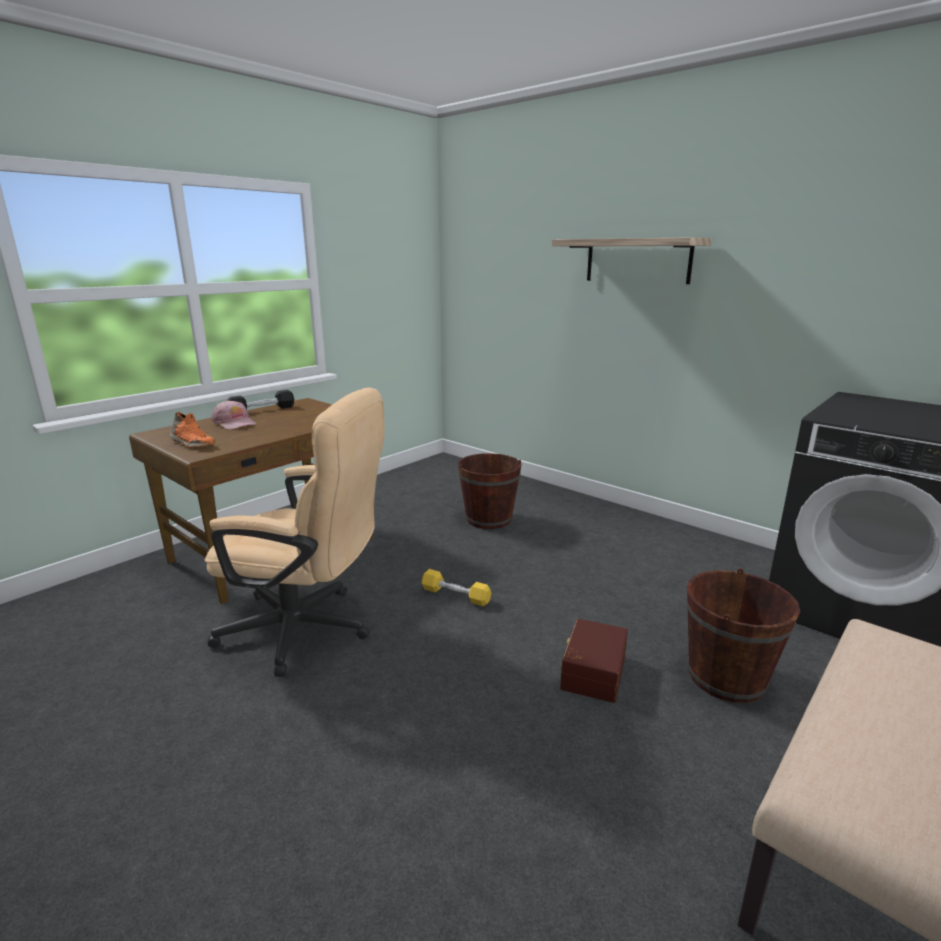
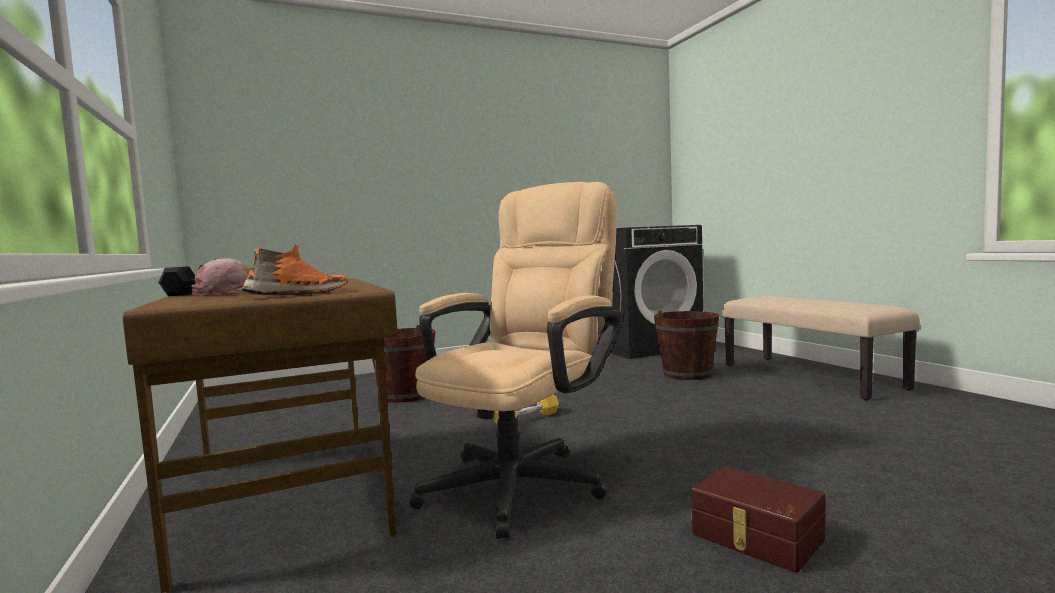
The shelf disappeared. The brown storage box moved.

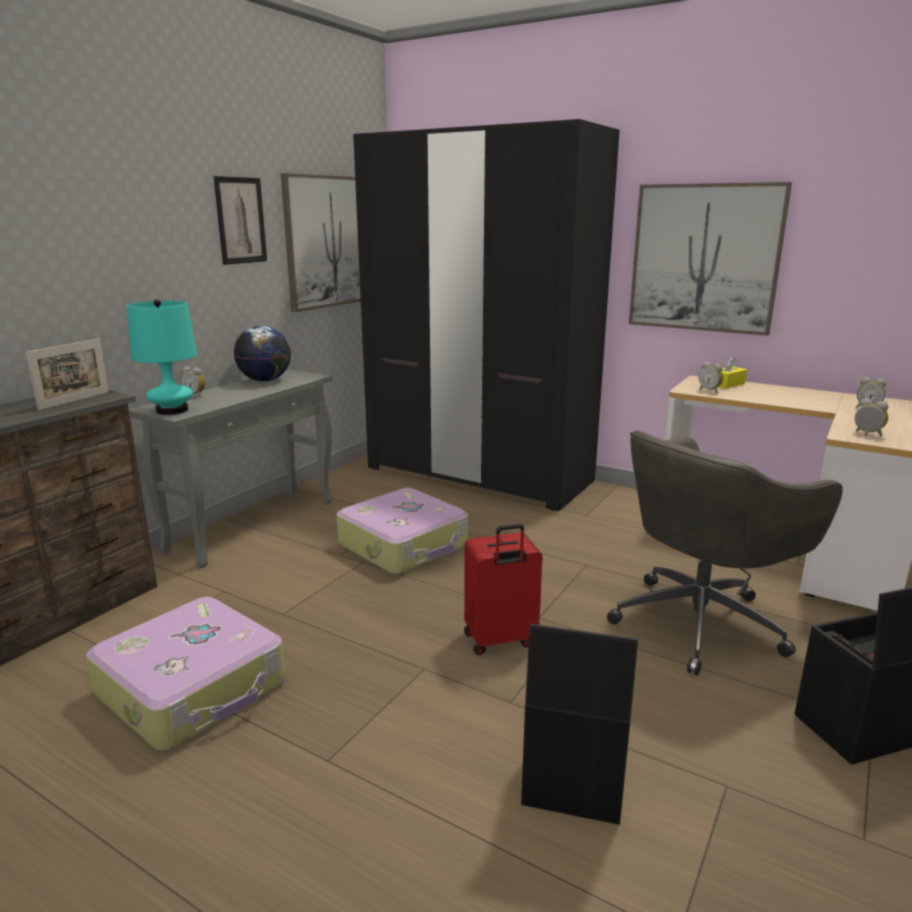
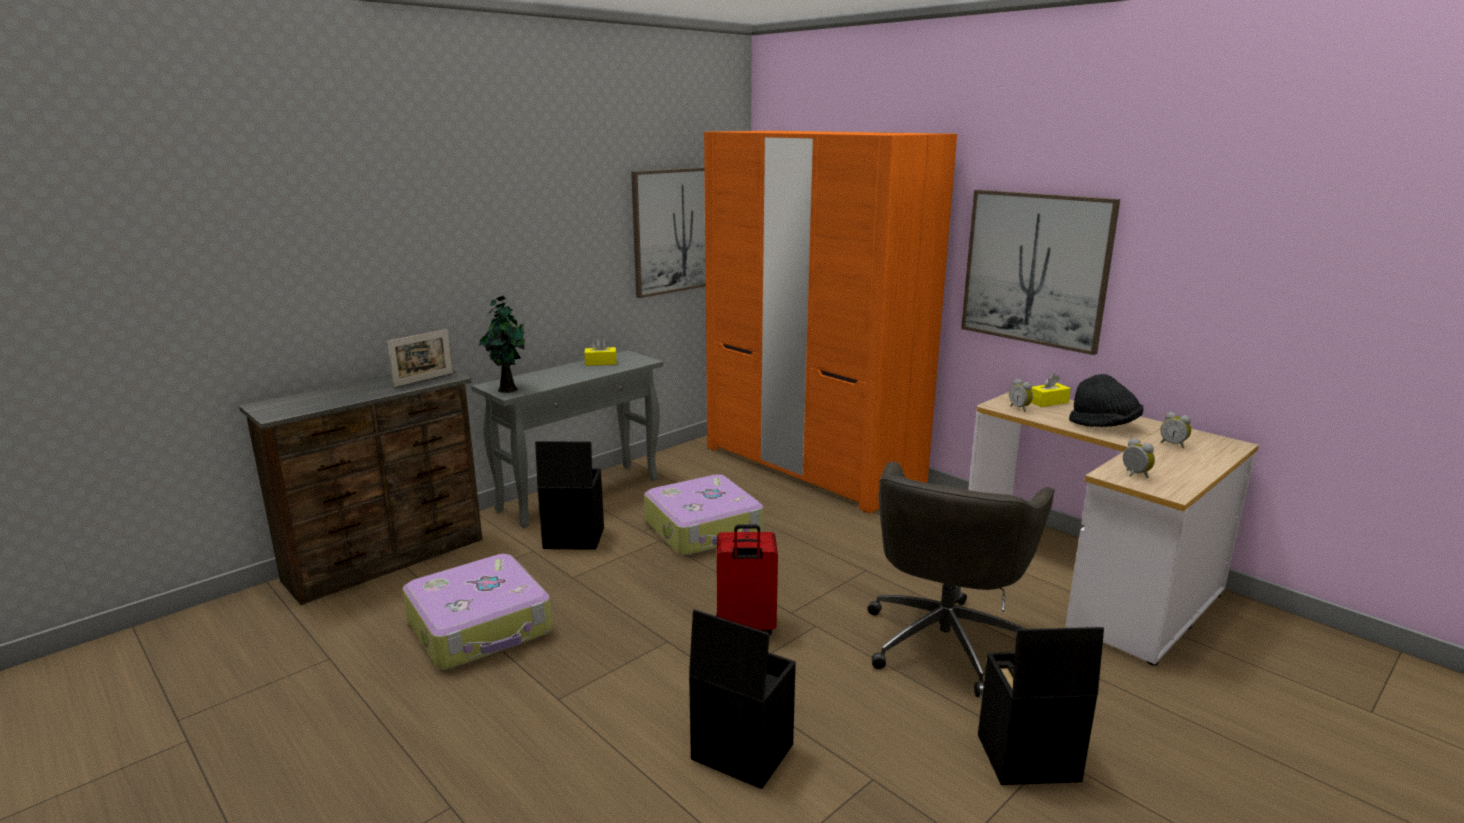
The black wardrobe became the orange wardrobe. The picture (no. 1 from left) disappeared. The turquoise table lamp was replaced by the potted plant. The globe was replaced by the yellow tissue box (no. 1 from left). The alarm clock (no. 1 from left) disappeared. The grey office chair turned 45 degrees counterclockwise. The black hat appeared. The black storage box (no. 1 from left) appeared.

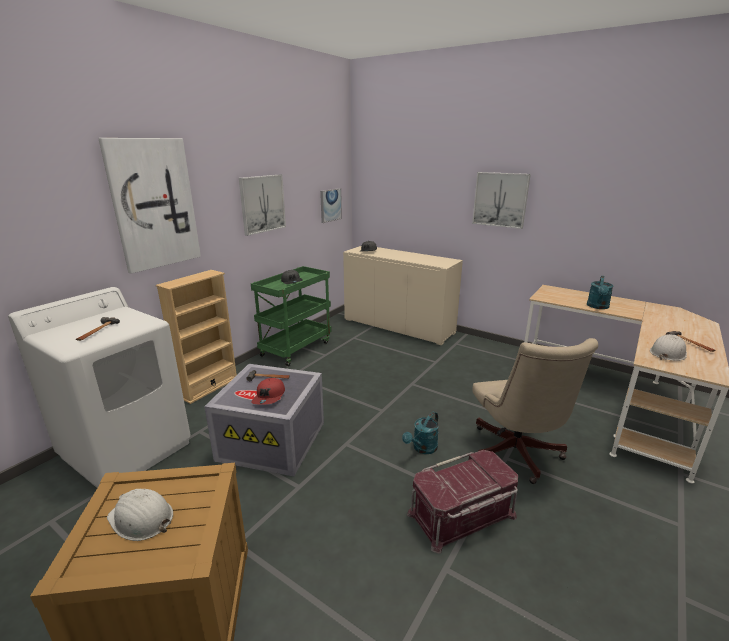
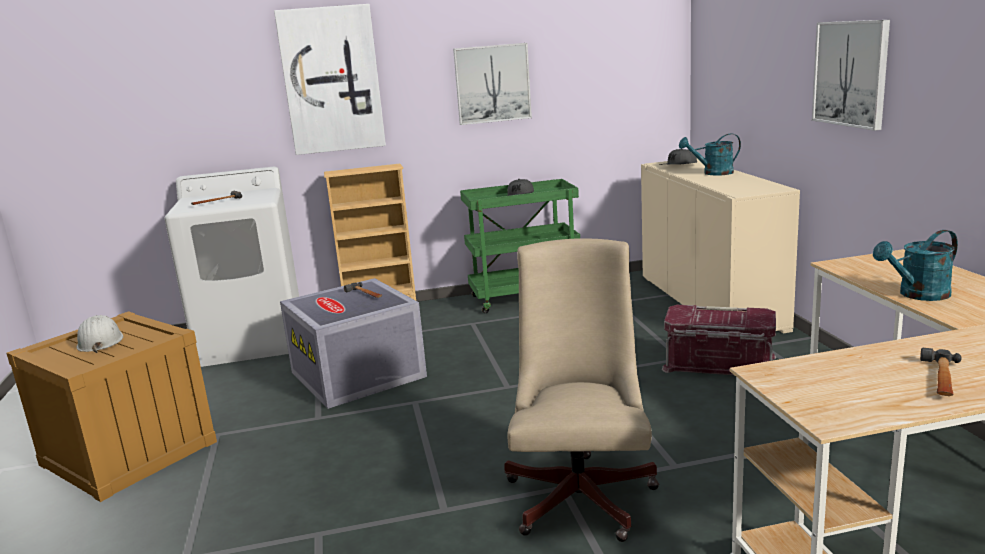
The picture (no. 3 from left) disappeared. The white hard hat (no. 2 from left) disappeared. The beige office chair turned 150 degrees clockwise. The red cap disappeared. The turquoise watering can (no. 1 from left) moved. The red storage box moved.

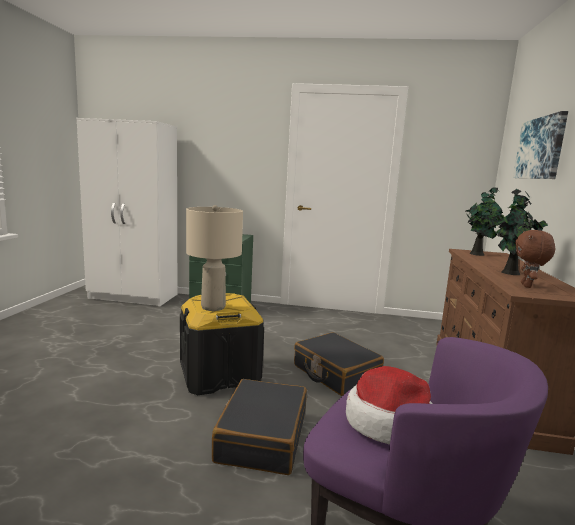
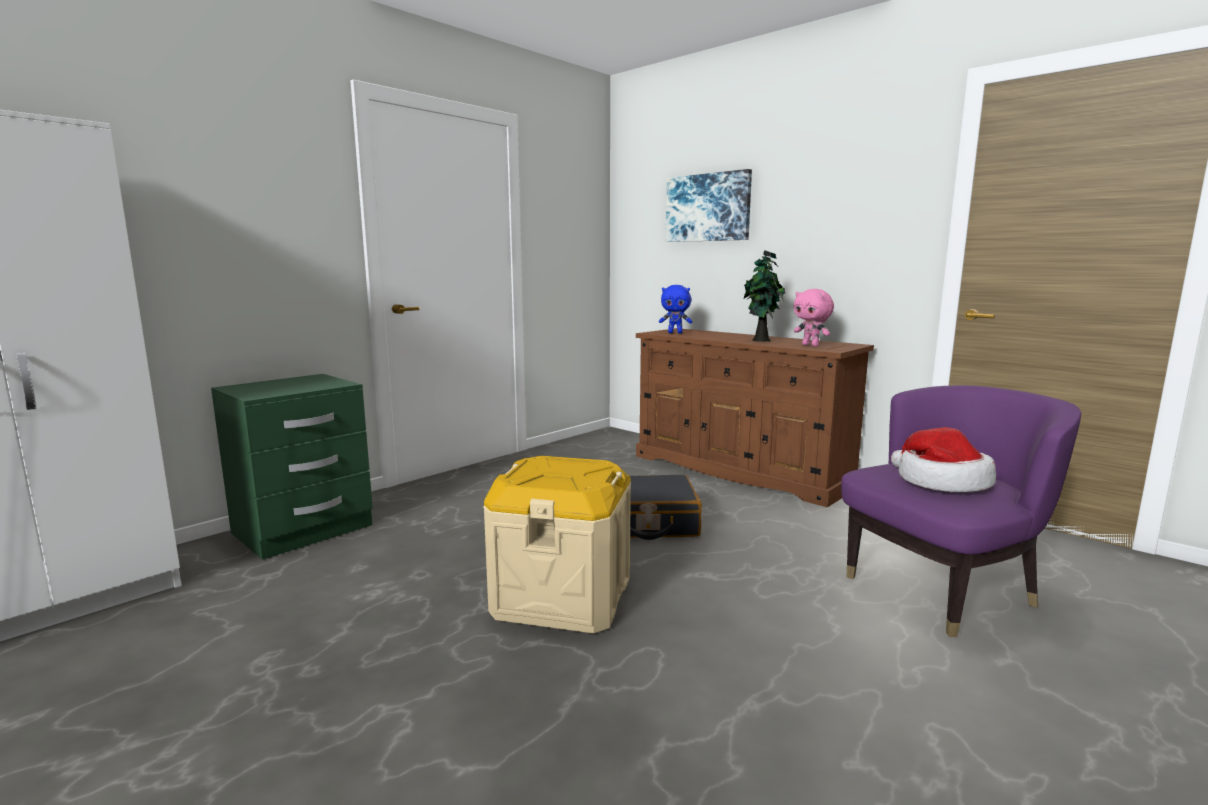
The potted plant (no. 1 from left) was replaced by the blue plush toy. The beige table lamp disappeared. The brown plush toy became the pink plush toy. The black storage box became the beige storage box. The black suitcase (no. 1 from left) disappeared.

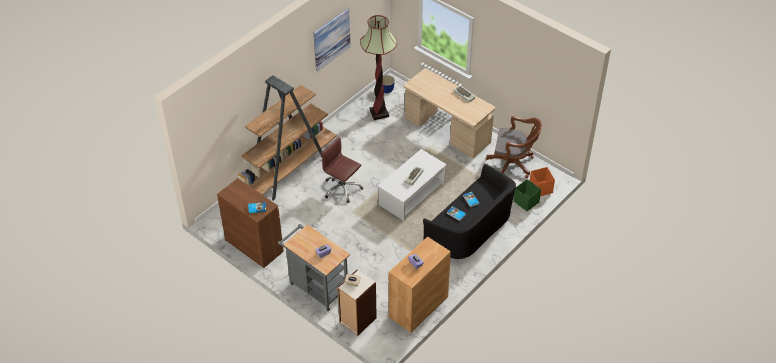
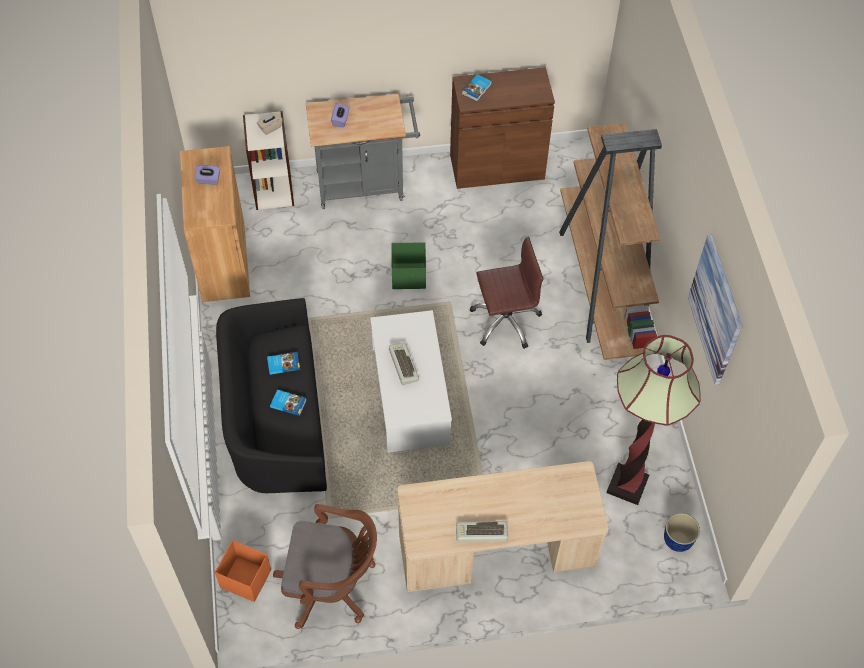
The brown office chair (no. 2 from left in the first image) turned 135 degrees counterclockwise. The green storage box moved.

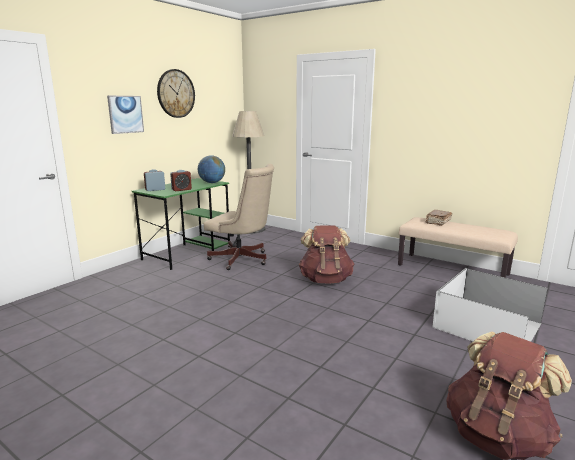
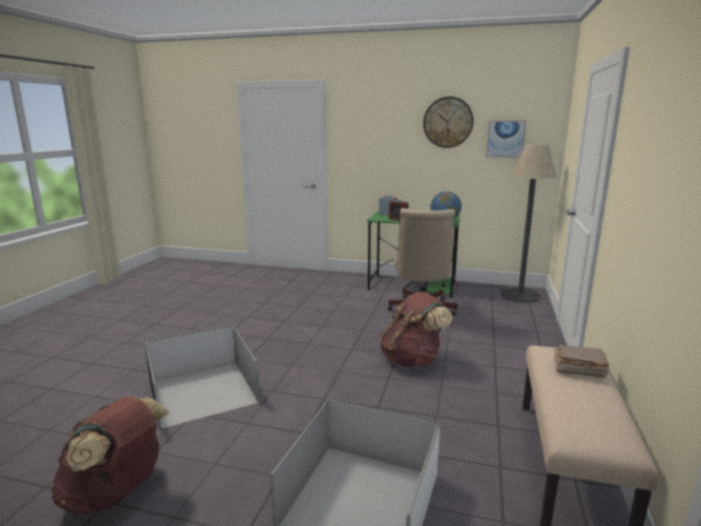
The picture moved. The black storage box appeared.

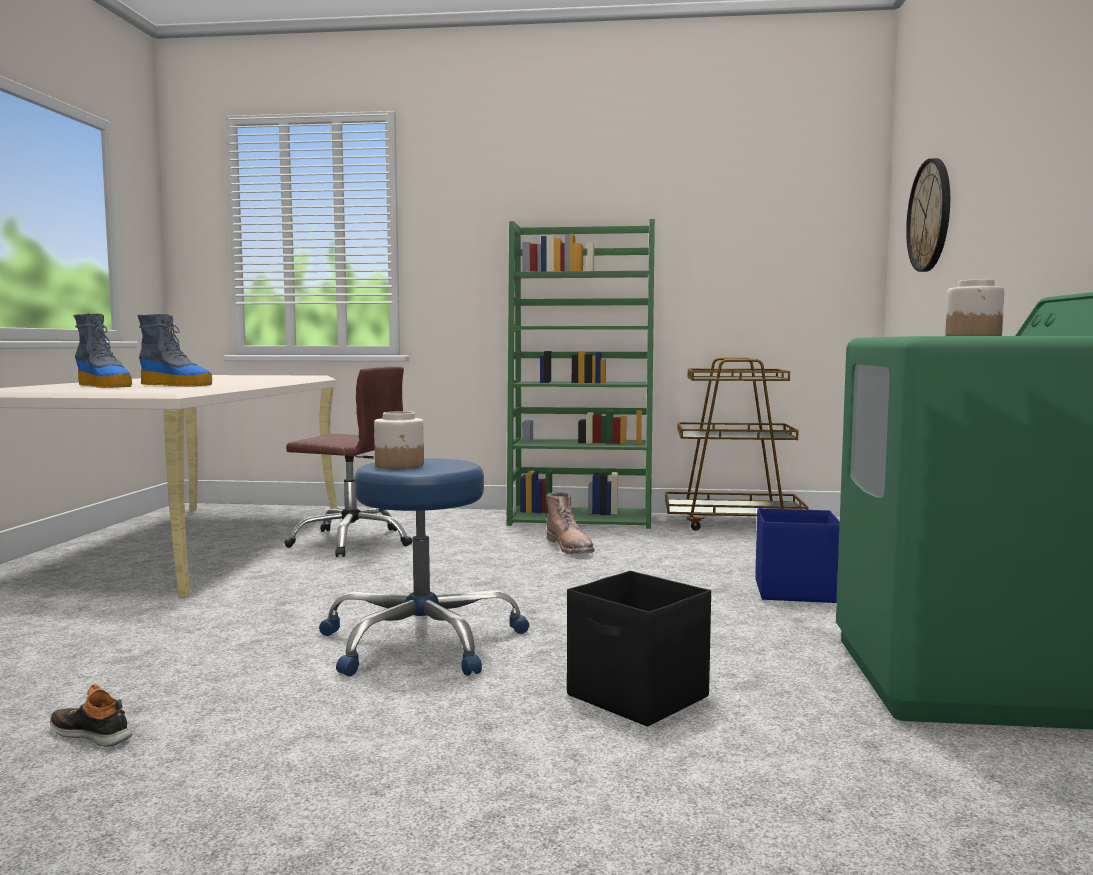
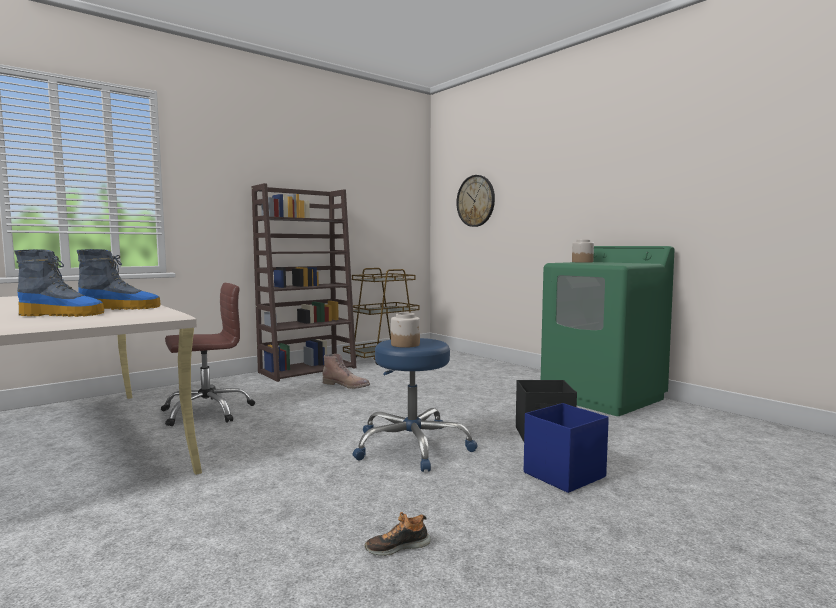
The green bookcase became the brown bookcase. The blue storage box moved.

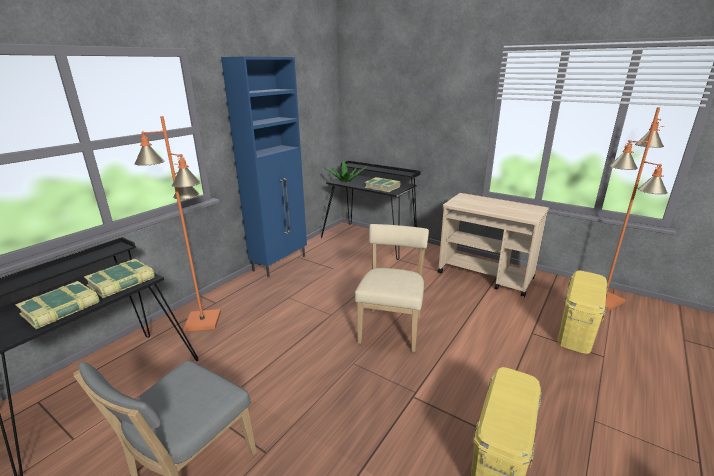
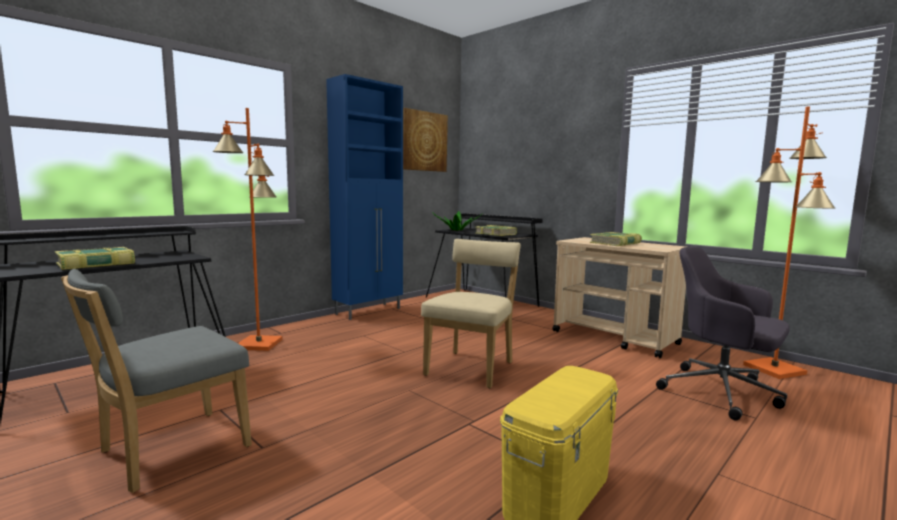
The book (no. 2 from left in the first image) moved. The yellow storage box (no. 2 from left) was replaced by the grey office chair. The picture appeared.

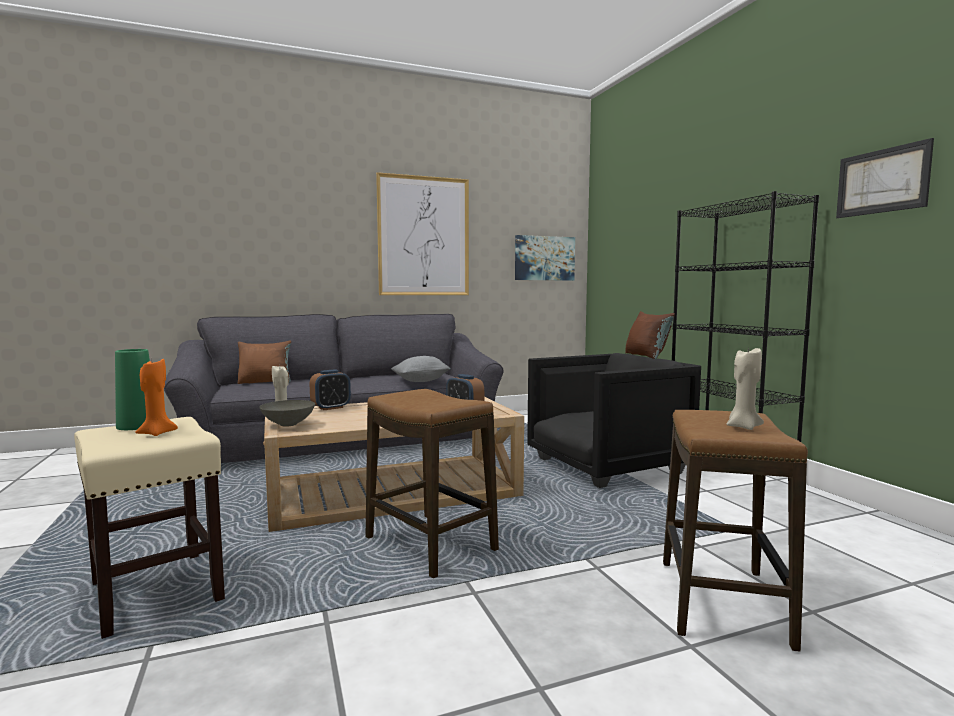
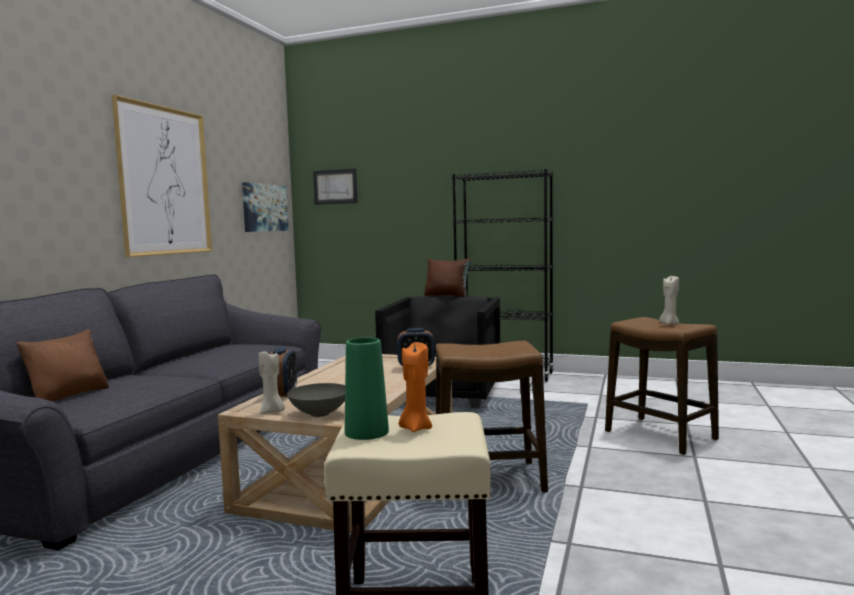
The picture (no. 3 from left) moved. The grey pillow disappeared.

